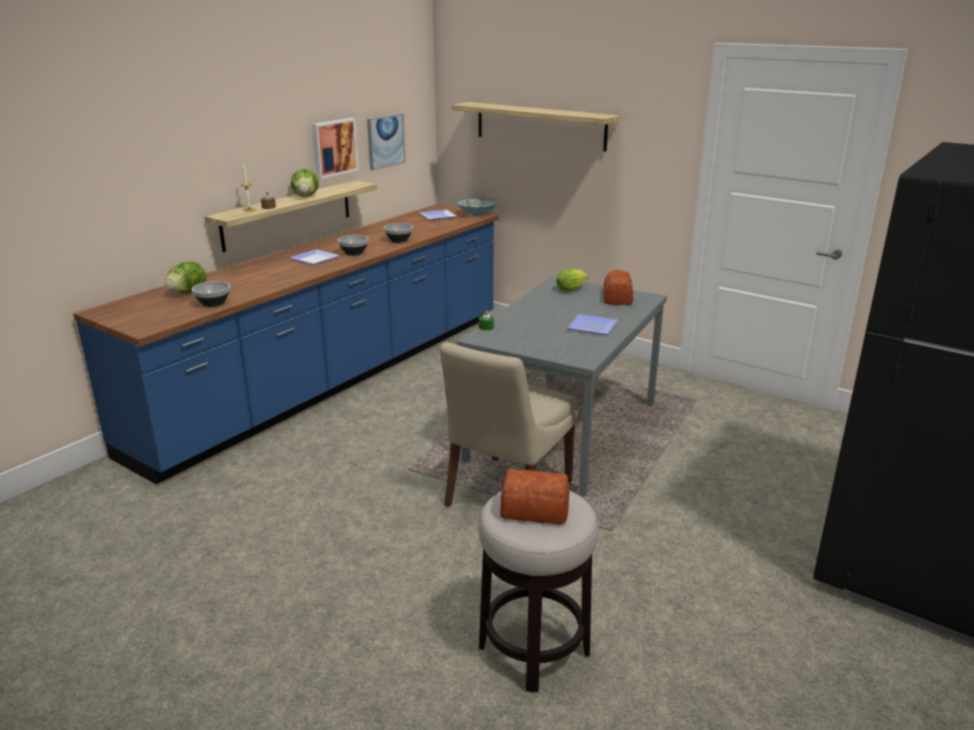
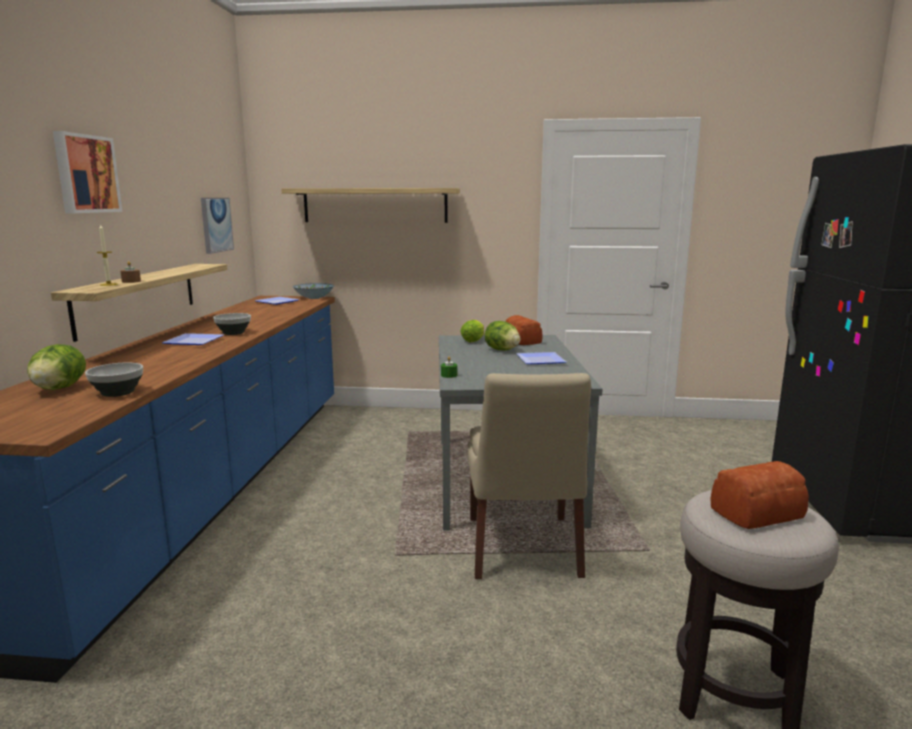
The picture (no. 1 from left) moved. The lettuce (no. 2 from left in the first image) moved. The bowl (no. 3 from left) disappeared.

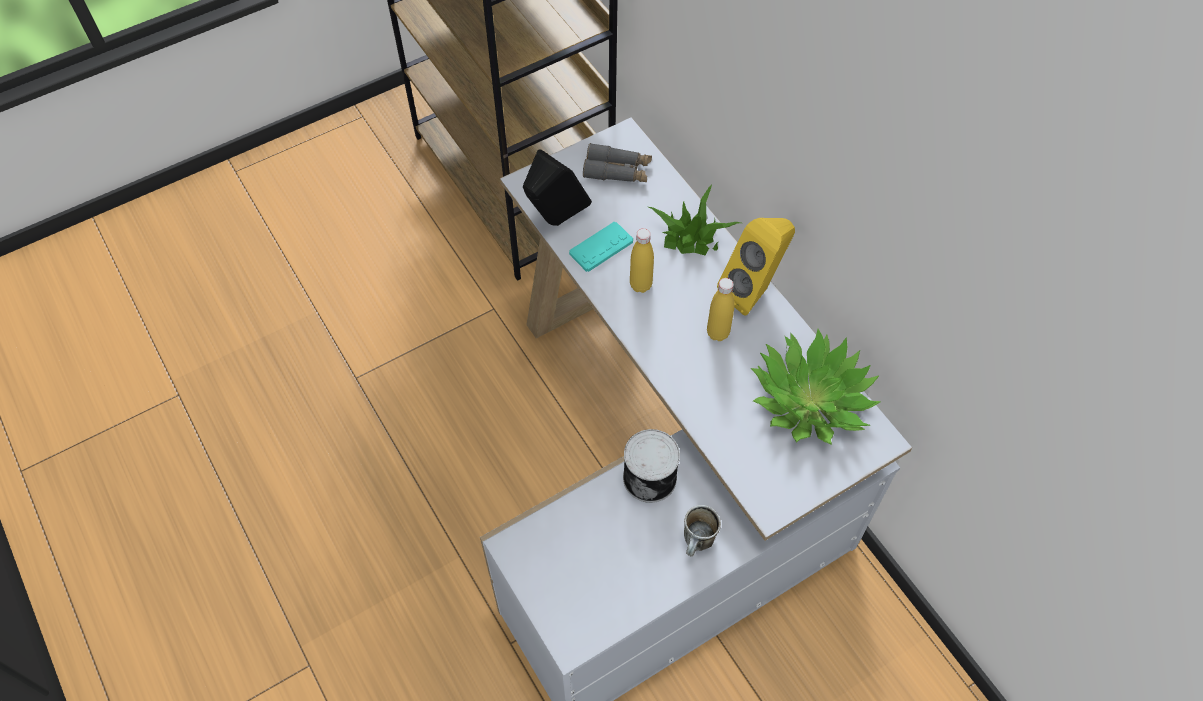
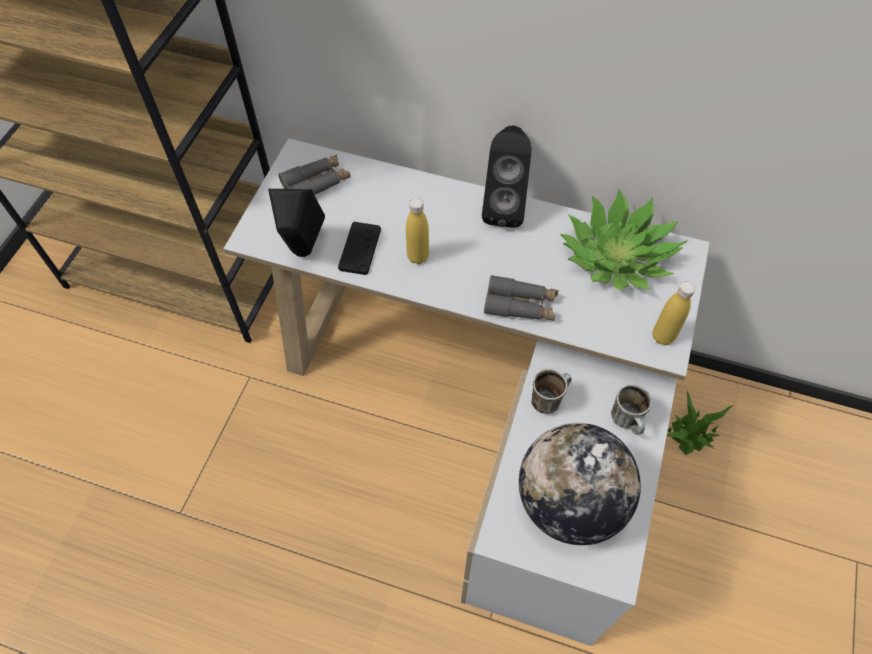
The potted plant (no. 1 from left in the first image) moved. The yellow speaker became the black speaker (no. 2 from left). The turquoise game controller became the black game controller. The yellow bottle (no. 2 from left) moved. The can was replaced by the mug (no. 1 from left). The grey binoculars (no. 2 from left) appeared. The globe appeared.

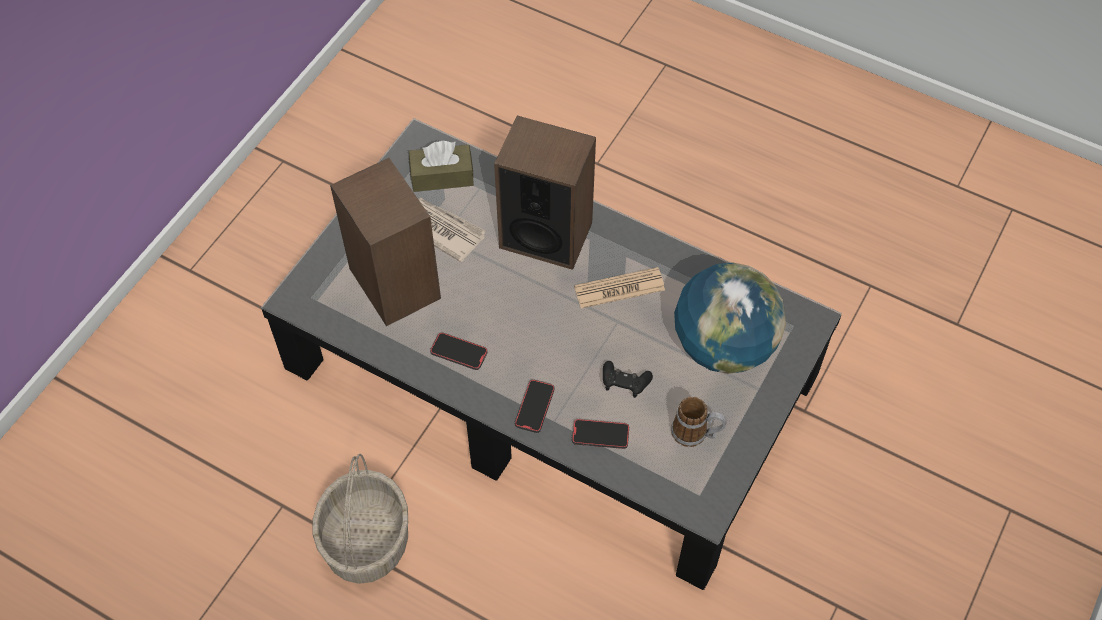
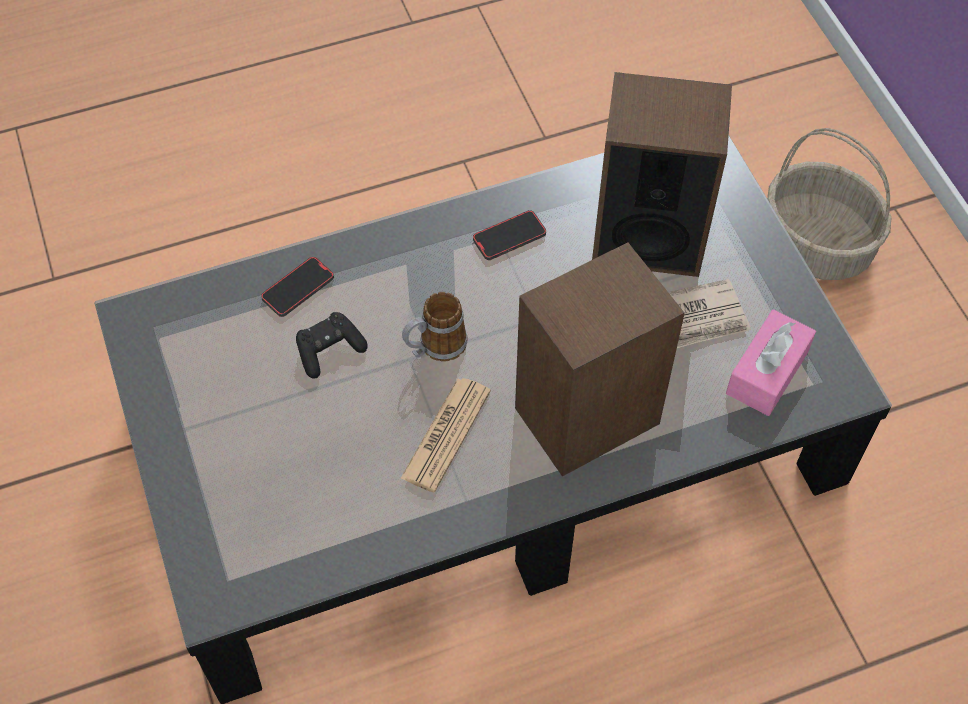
The brown tissue box became the pink tissue box. The globe disappeared. The phone (no. 2 from left) disappeared. The mug moved. The basket moved.

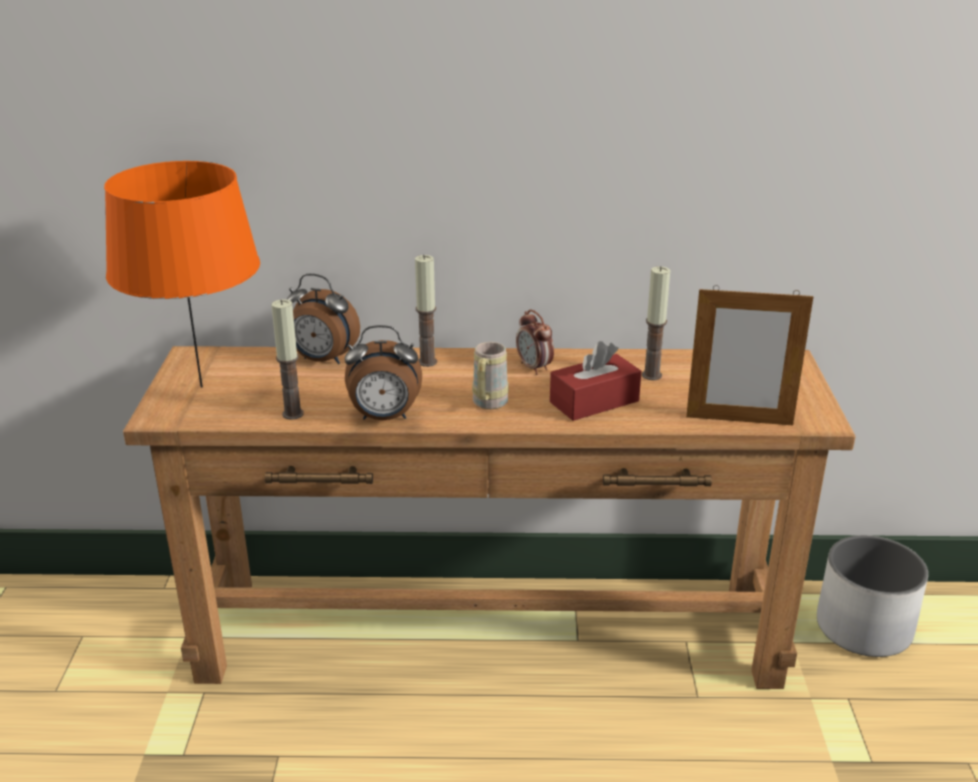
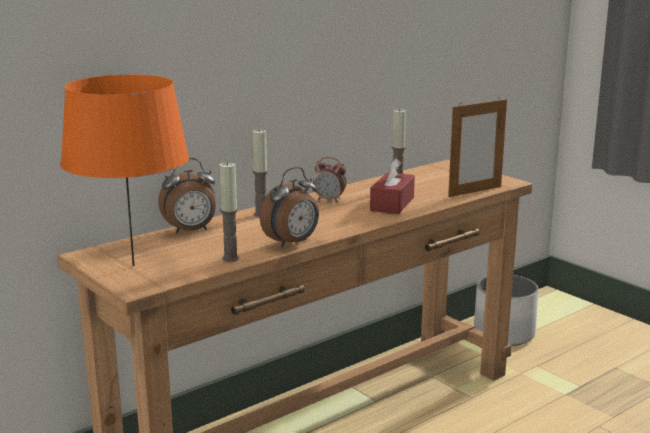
The beige mug disappeared.

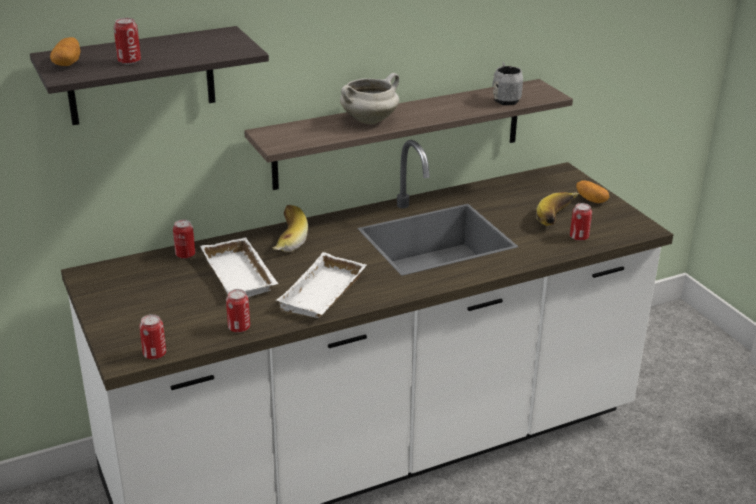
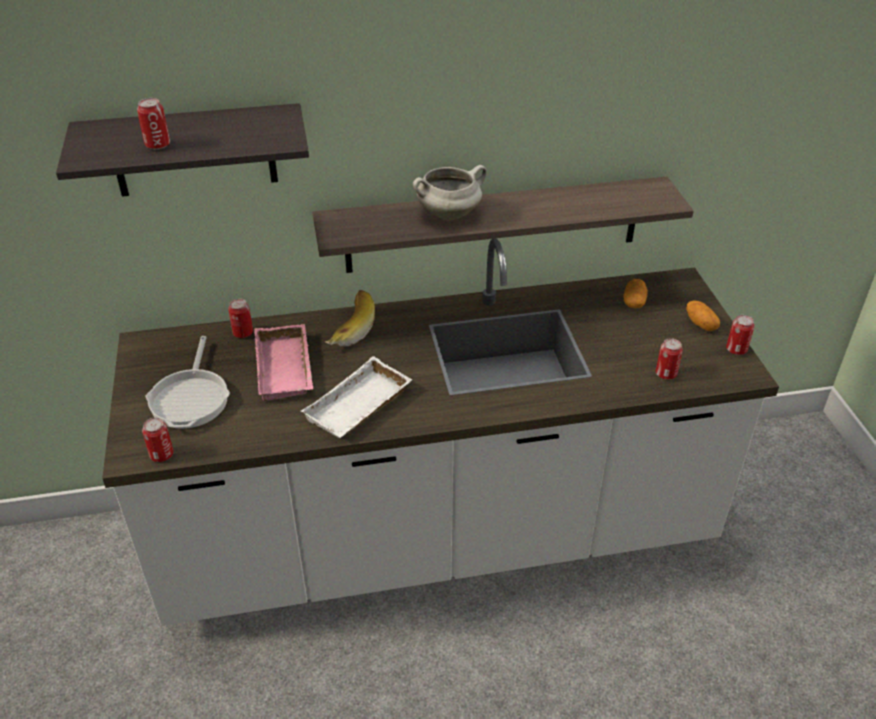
The potato (no. 1 from left) moved. The grey mug disappeared. The banana (no. 2 from left) disappeared. The white tray (no. 1 from left) became the pink tray. The can (no. 4 from left in the first image) moved. The frying pan appeared.

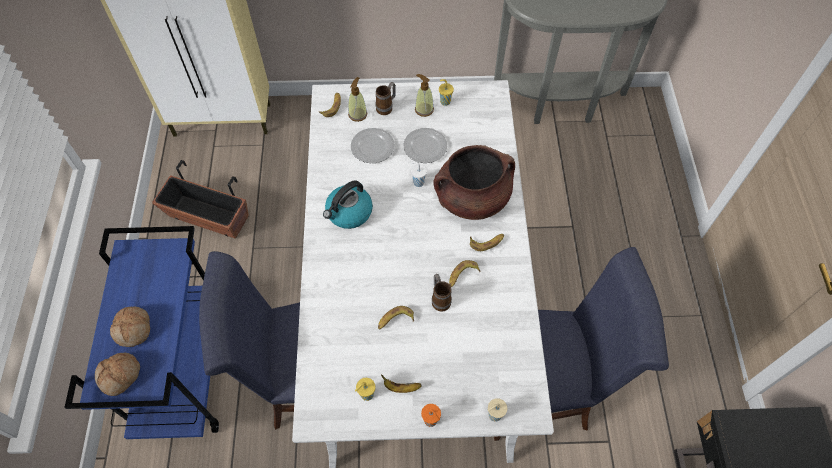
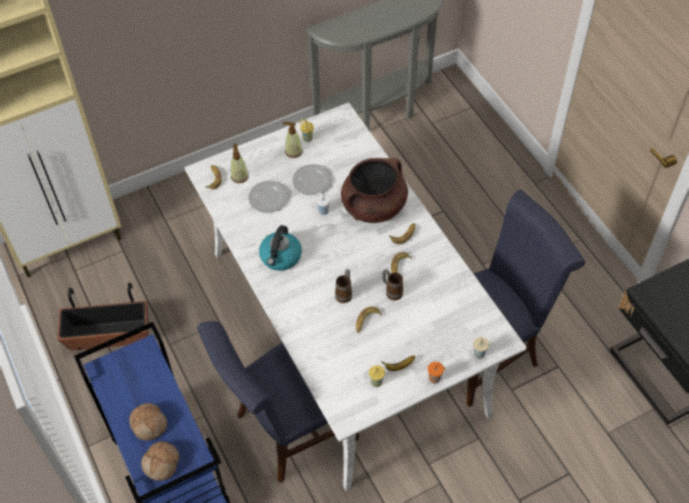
The mug (no. 1 from left) moved.

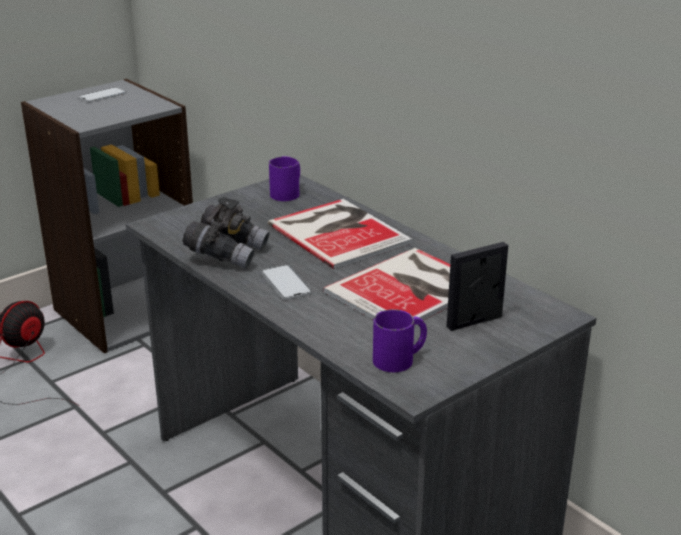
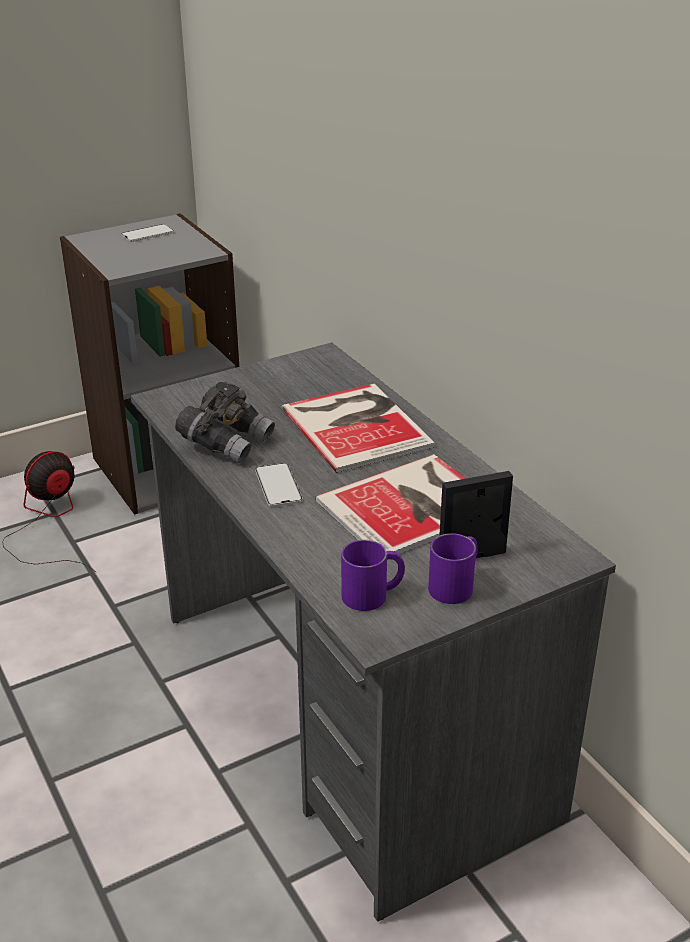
The purple mug (no. 1 from left in the first image) moved.

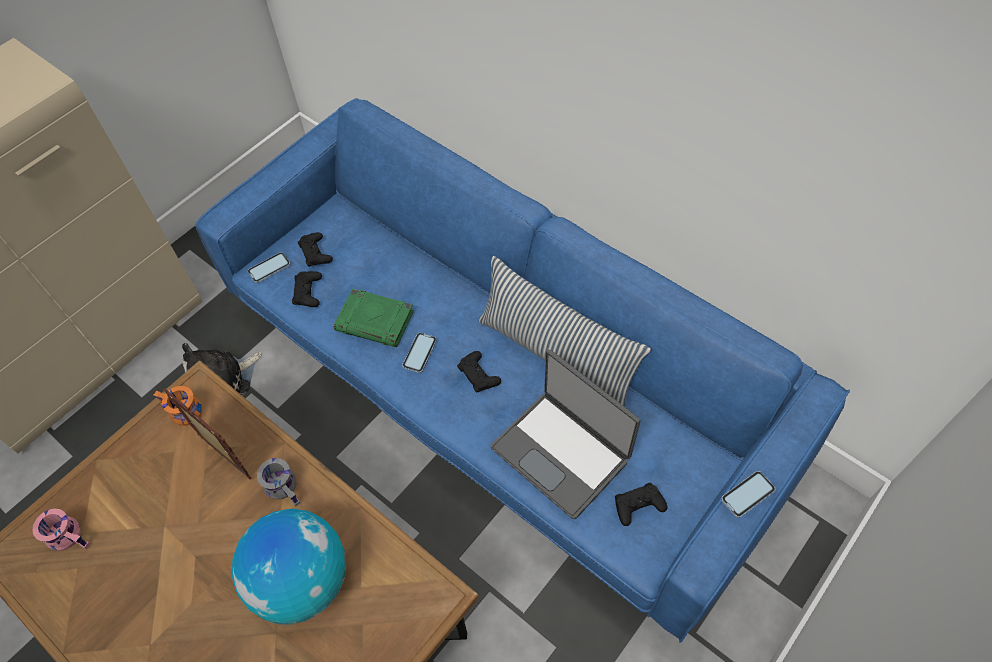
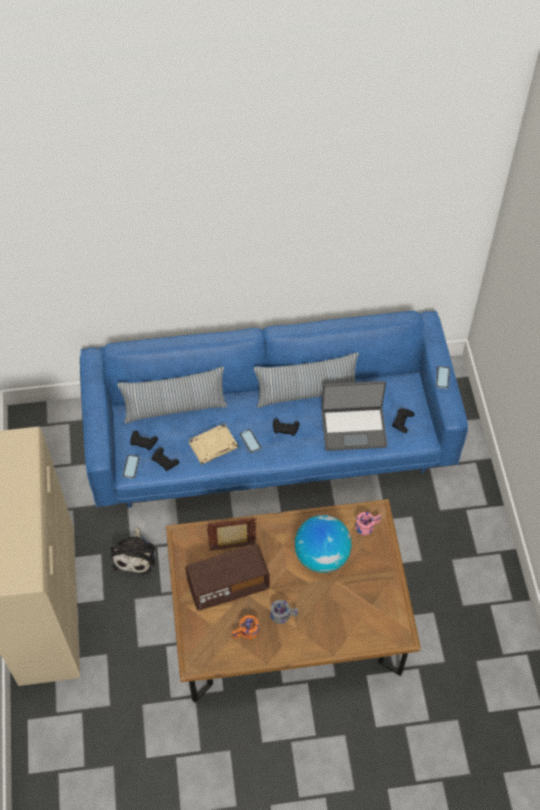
The green book became the beige book. The orange mug moved. The grey mug moved. The pink mug moved. The pillow (no. 1 from left) appeared. The radio appeared.

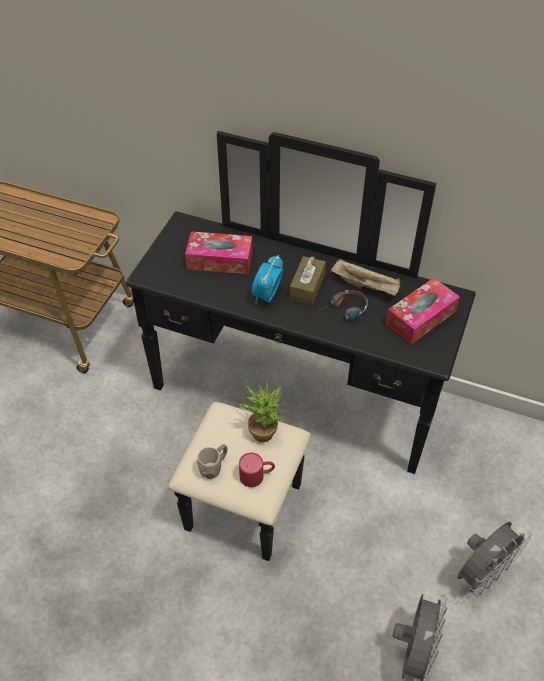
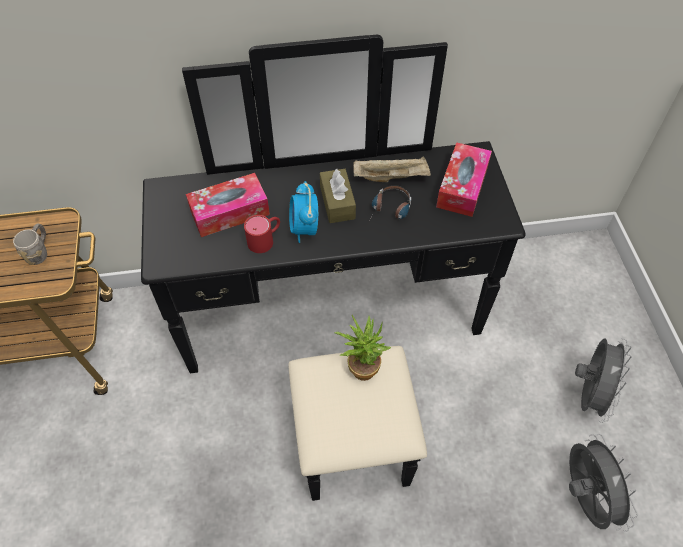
The grey mug moved. The red mug moved.

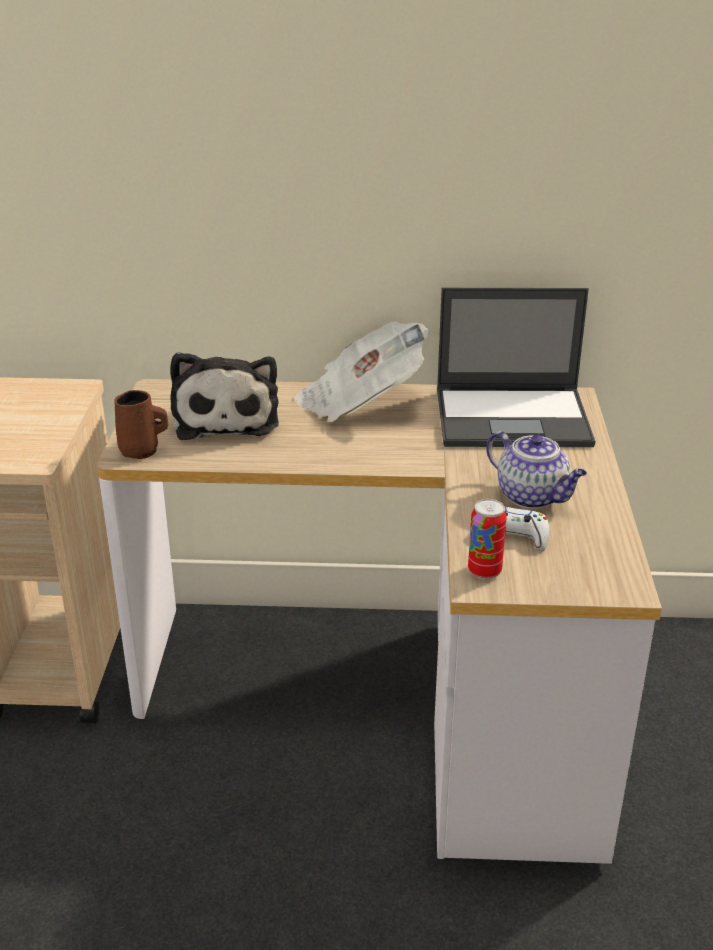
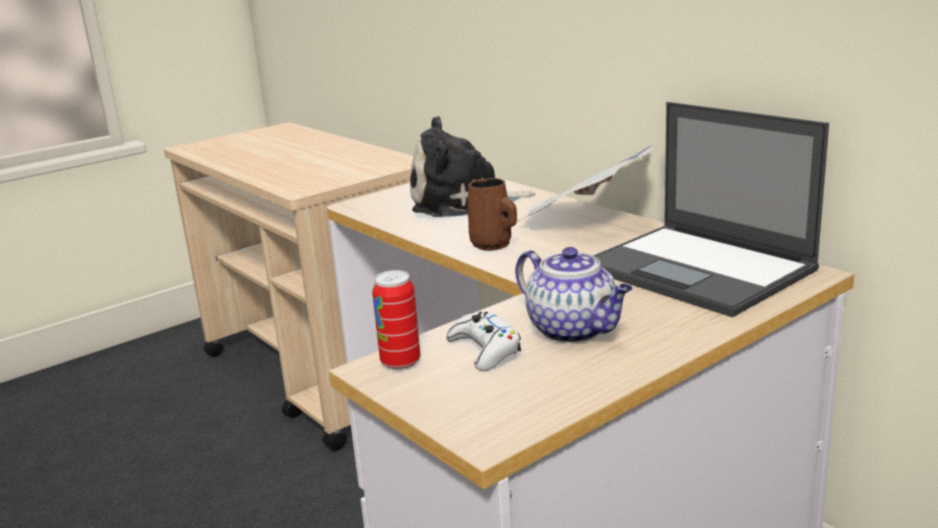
The plush toy turned 45 degrees clockwise. The brown mug moved. The teapot turned 45 degrees counterclockwise.

